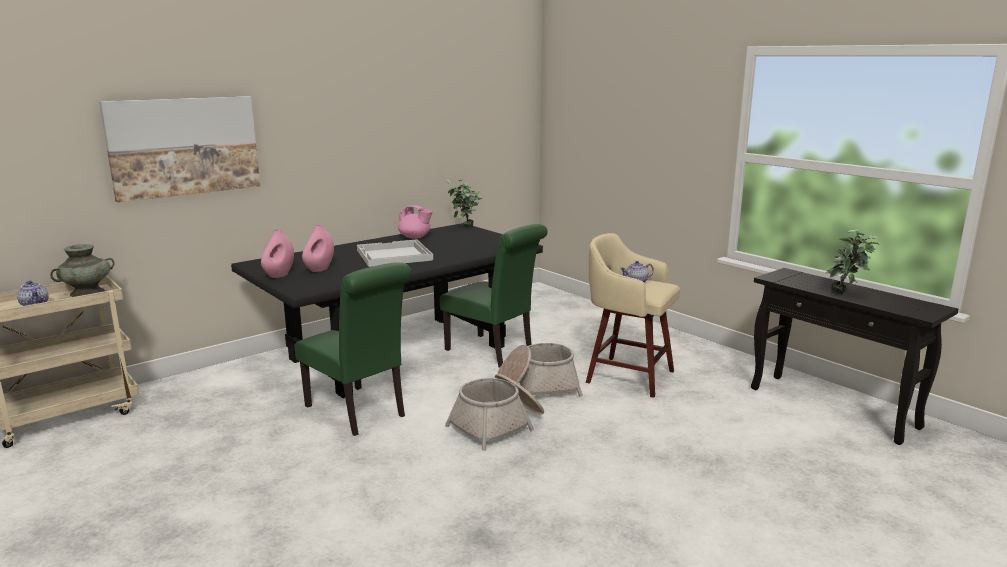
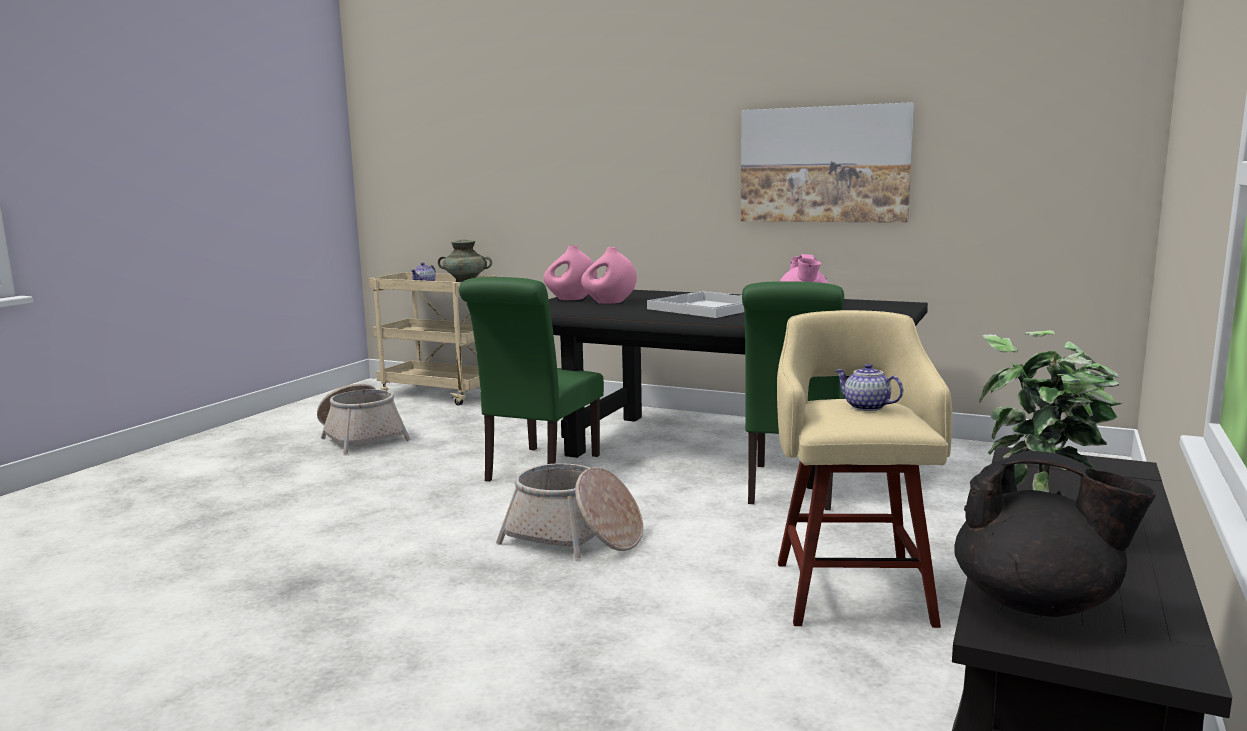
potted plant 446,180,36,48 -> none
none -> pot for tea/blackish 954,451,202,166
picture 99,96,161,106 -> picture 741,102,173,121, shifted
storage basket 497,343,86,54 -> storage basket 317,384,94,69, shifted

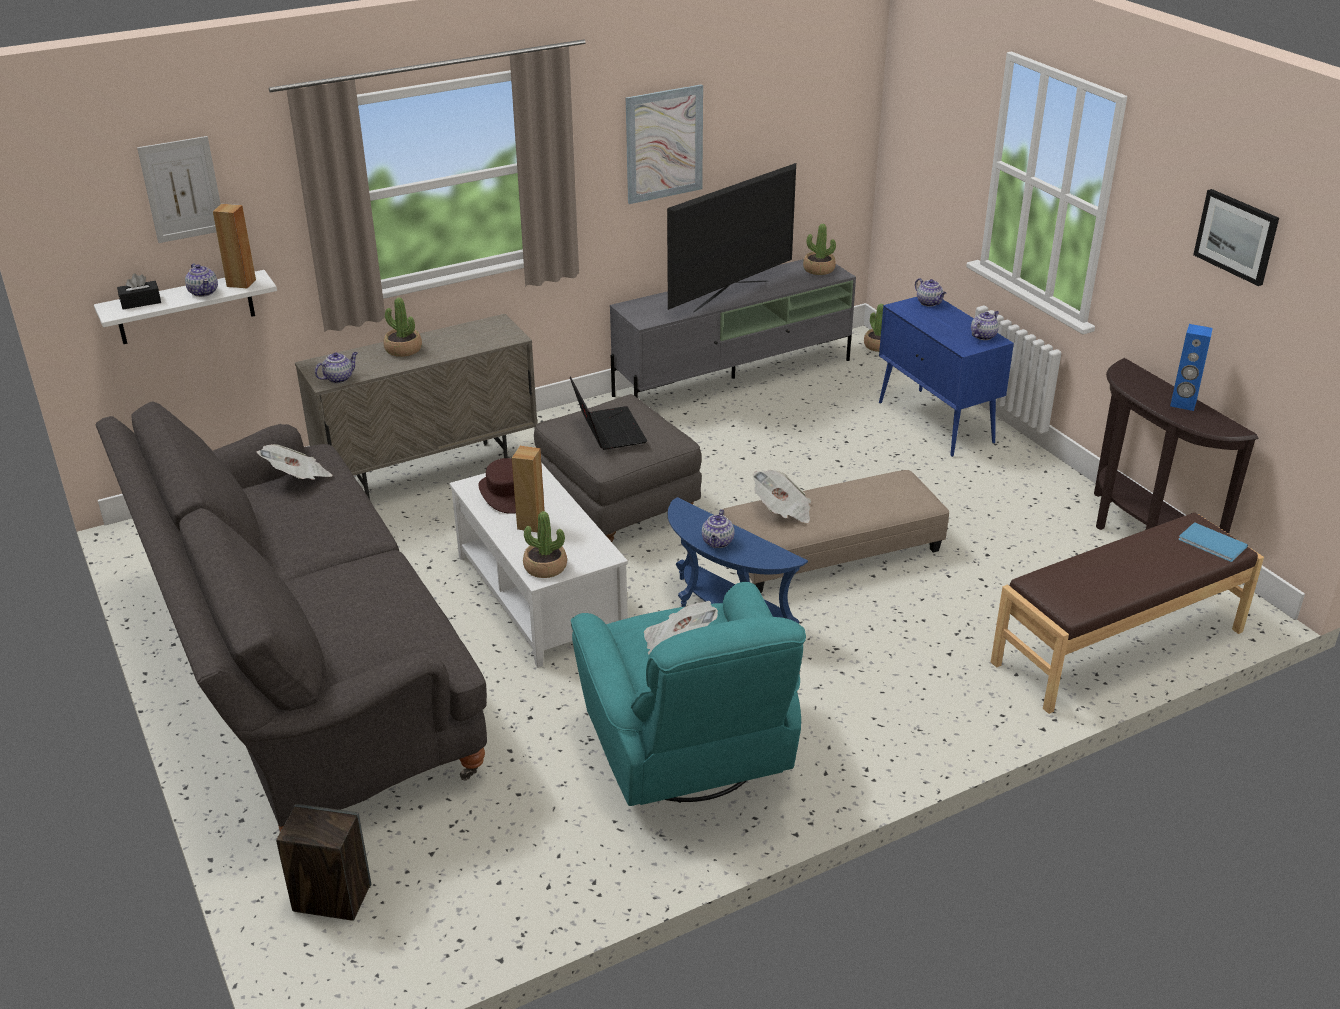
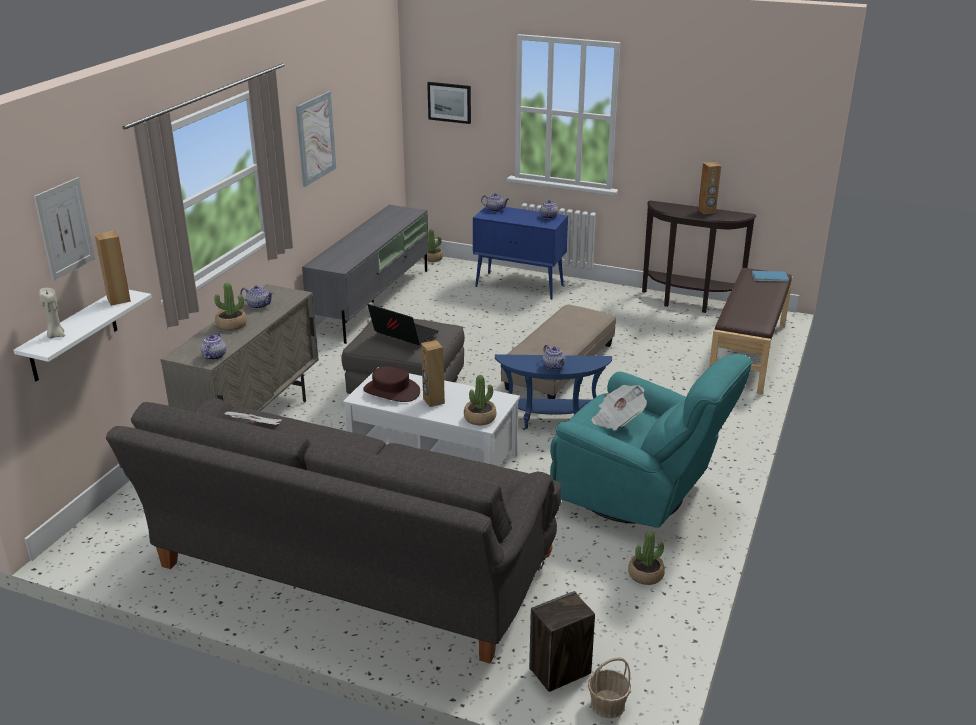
television 667,163,129,149 -> none
daily paper 753,470,58,53 -> none
none -> storage basket 588,657,43,62
pot for tea 185,264,33,33 -> pot for tea 240,285,33,24, shifted
potted plant 803,224,33,51 -> potted plant 628,531,37,54, shifted
picture 1193,189,86,97 -> picture 427,82,44,42, shifted
tissue box/blackish 117,273,44,36 -> wax light/beige 39,288,26,51
loudspeaker/blue 1170,324,43,87 -> loudspeaker/brown-coloured 698,162,23,52

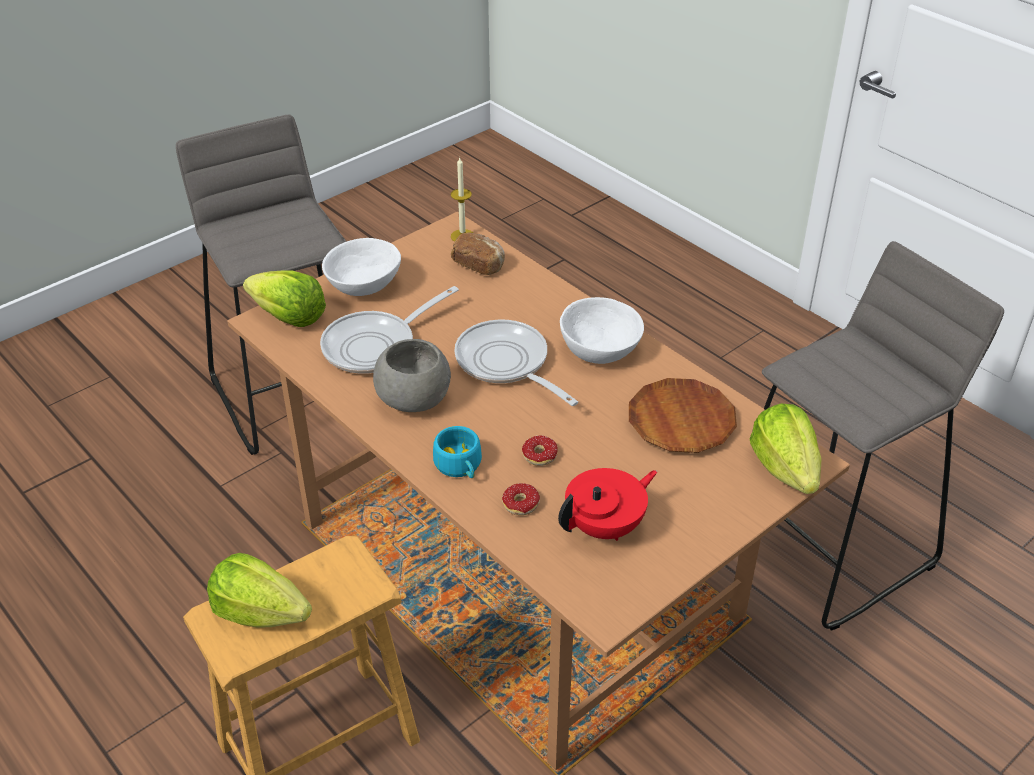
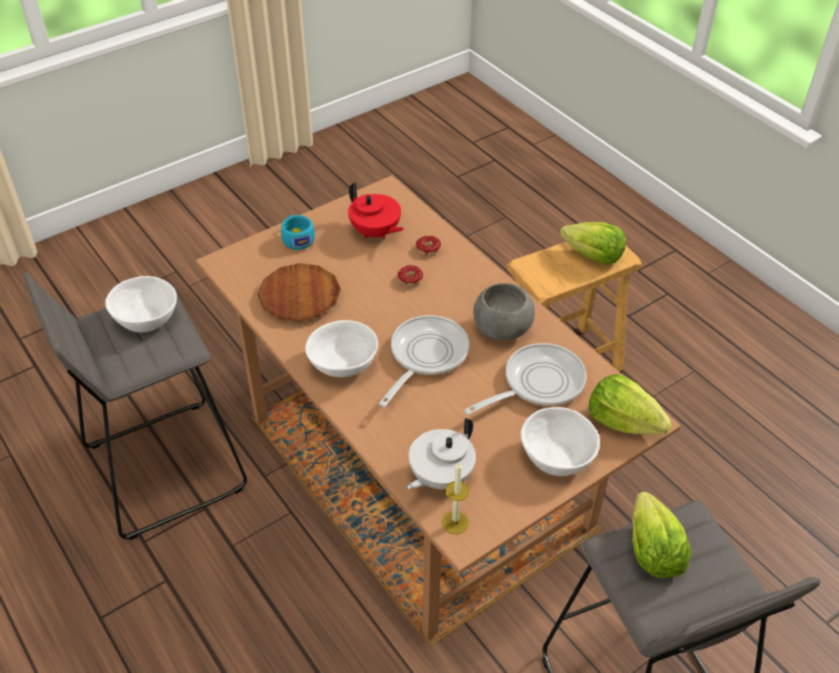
none -> bowl/whitish 105,276,72,56
small cup/turquoise-coloured 433,426,49,52 -> small cup/turquoise-coloured 281,215,34,35, shifted
lettuce 749,404,73,90 -> lettuce 632,492,59,86, shifted
baked bread 451,233,54,42 -> pot for tea/whitish 407,418,69,72
frying pan 454,320,124,86 -> frying pan 379,315,90,92, 120 degrees counterclockwise
pot for tea/red-coloured 558,468,99,73 -> pot for tea/red-coloured 348,182,56,57, 105 degrees counterclockwise

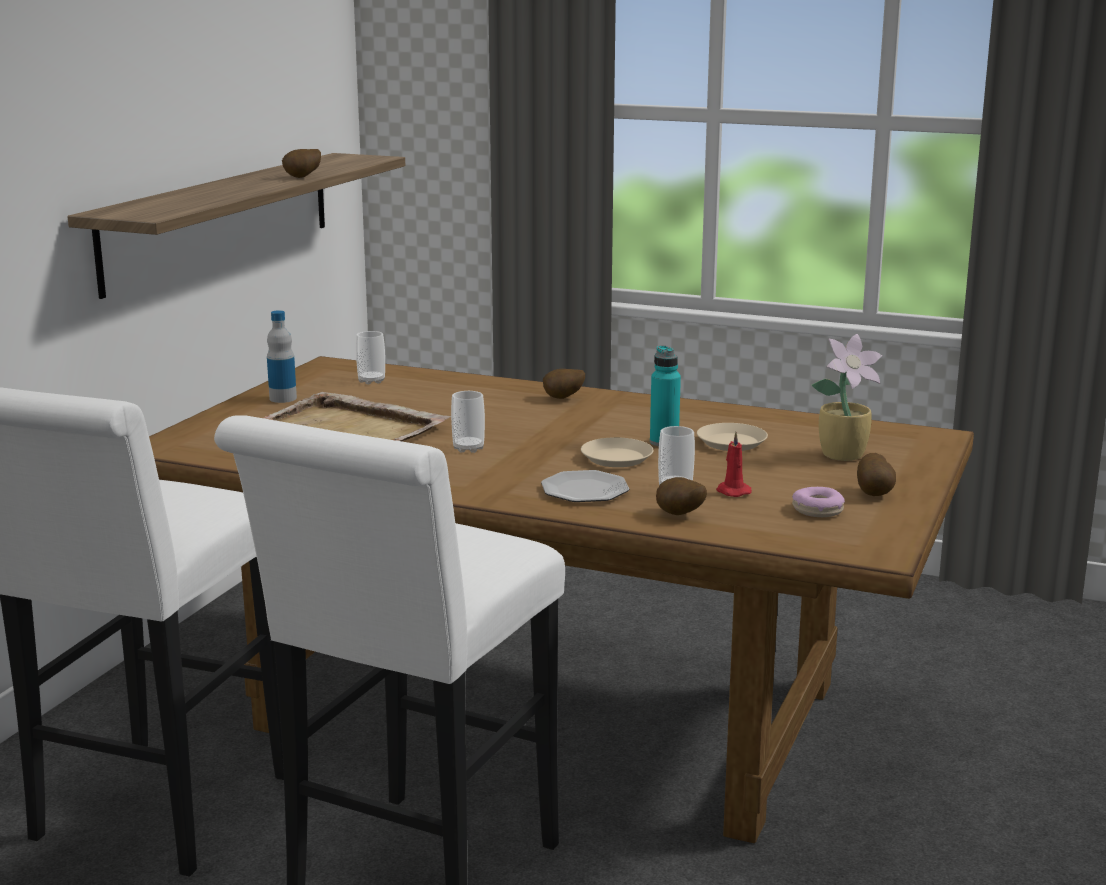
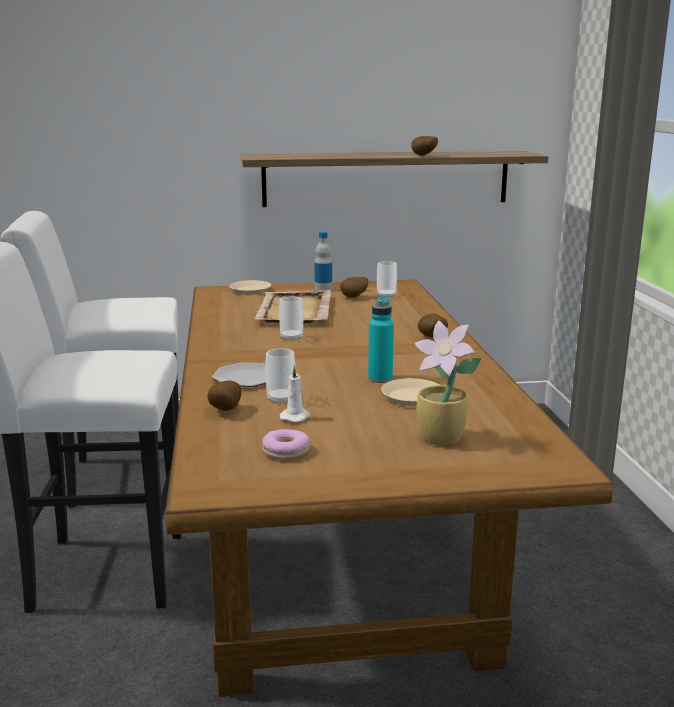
plate/beige 581,437,72,30 -> plate/beige 229,280,42,15, shifted
potato 857,453,39,43 -> potato 340,277,28,21, shifted
wax light/red-coloured 716,432,36,65 -> wax light/whitish 280,365,30,57

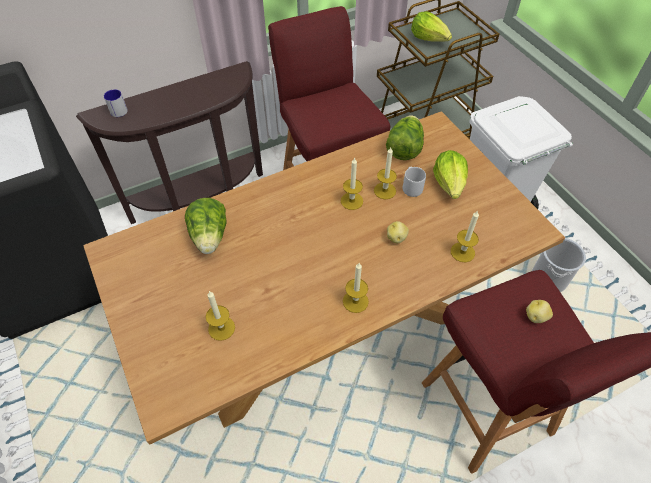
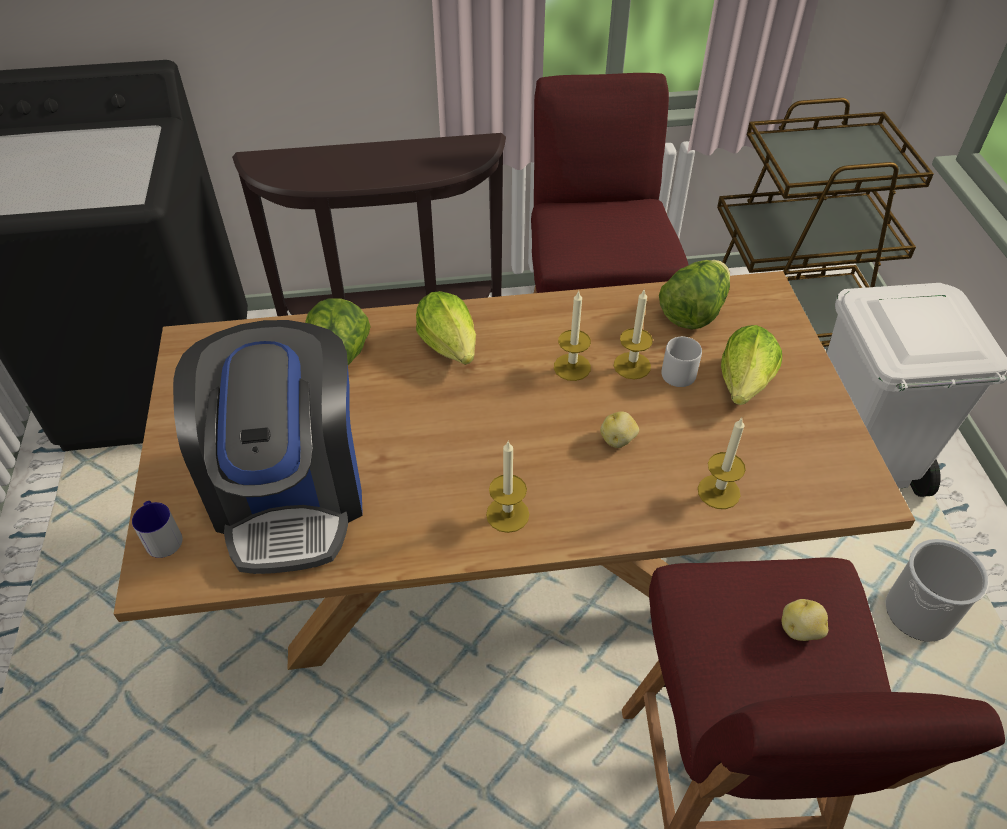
coffee mug 104,89,24,28 -> coffee mug 132,501,51,57, shifted
lettuce 411,11,41,31 -> lettuce 416,291,60,74, shifted
wax light 206,291,29,50 -> coffee machine 173,320,190,254

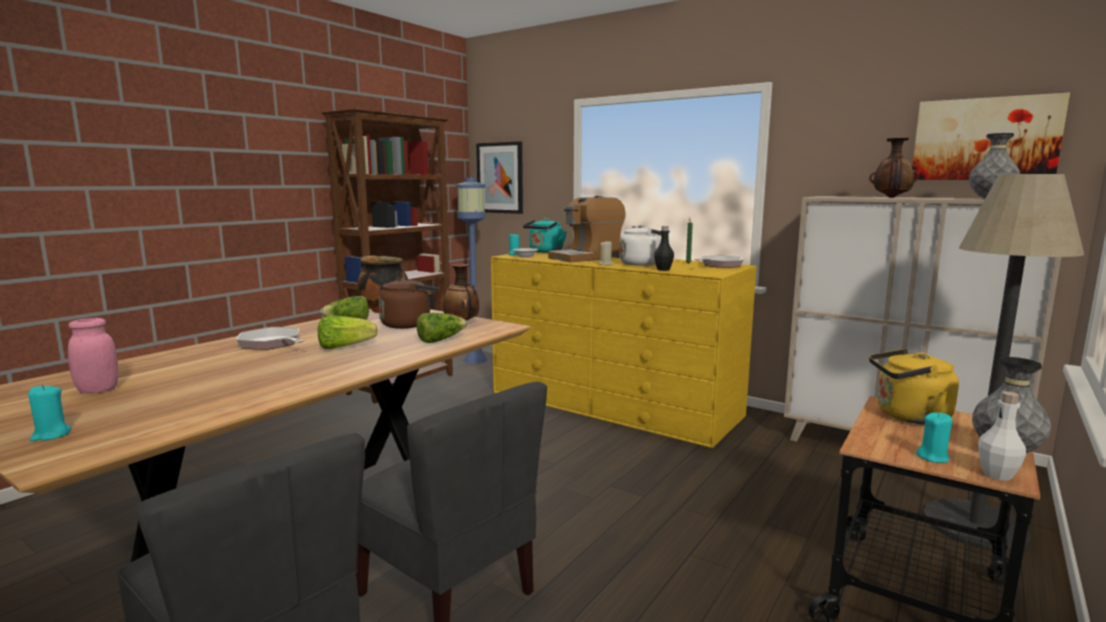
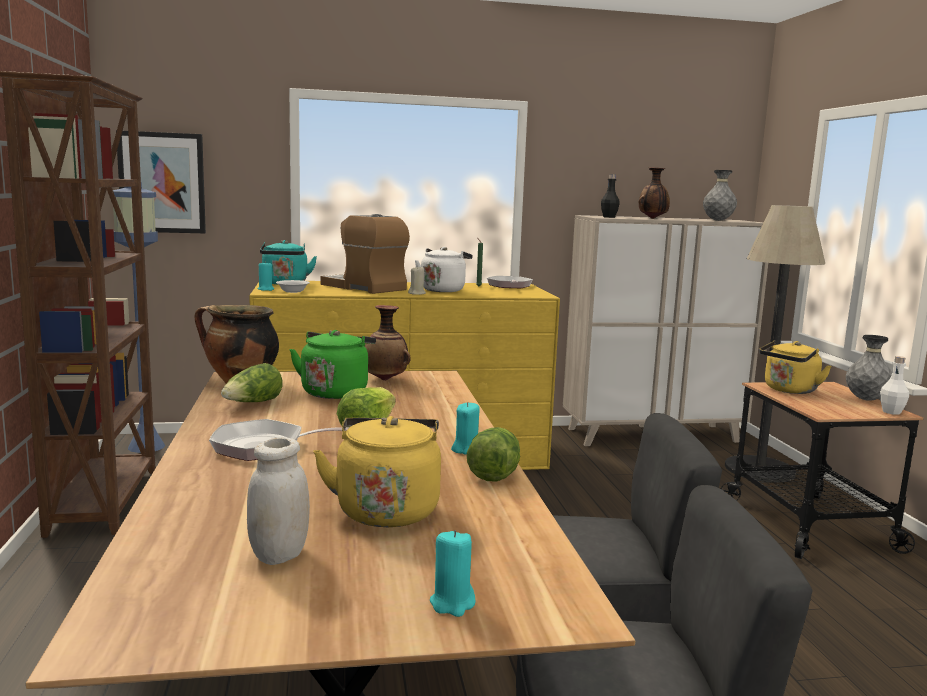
picture 912,93,158,87 -> none
none -> tea kettle/yellowish 313,416,128,111
lettuce 416,313,51,30 -> lettuce 467,427,53,55, shifted
drink bottle/blackish 654,226,20,45 -> drink bottle/blackish 601,174,19,44, shifted
wax light/turquoise-coloured 916,412,36,51 -> wax light/turquoise-coloured 451,402,29,52, shifted
storage jar/pink 68,318,50,75 -> storage jar/whitish 247,437,63,128
tea kettle/brown-coloured 378,277,59,52 -> tea kettle/greenish 290,330,86,69
coffee machine 548,196,78,67 -> coffee machine 321,214,89,80, 120 degrees clockwise

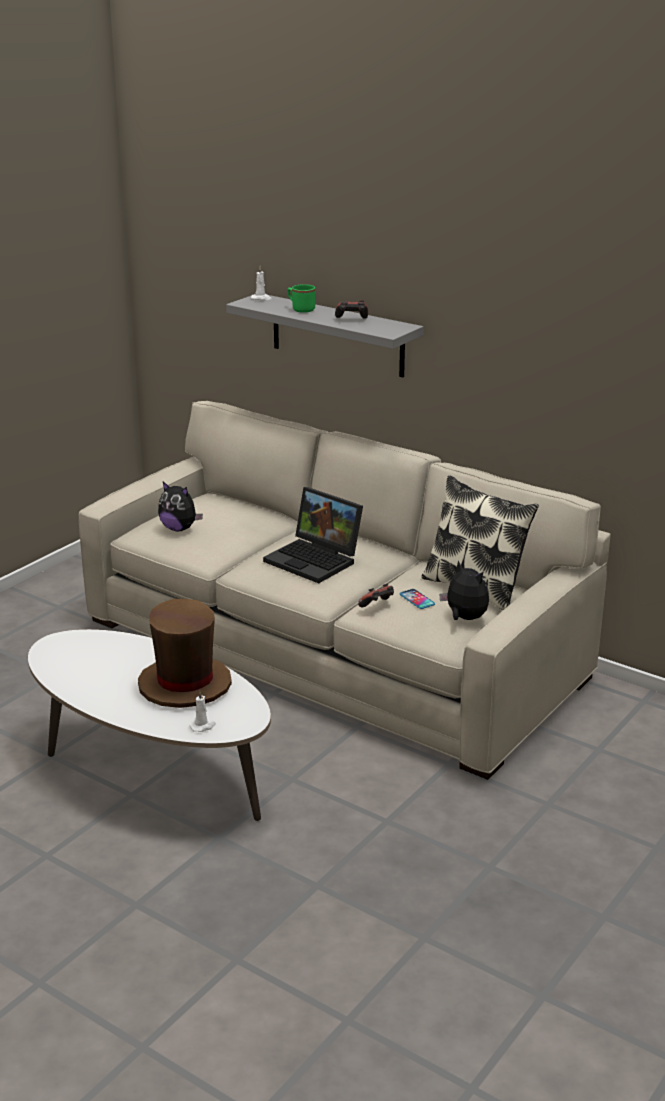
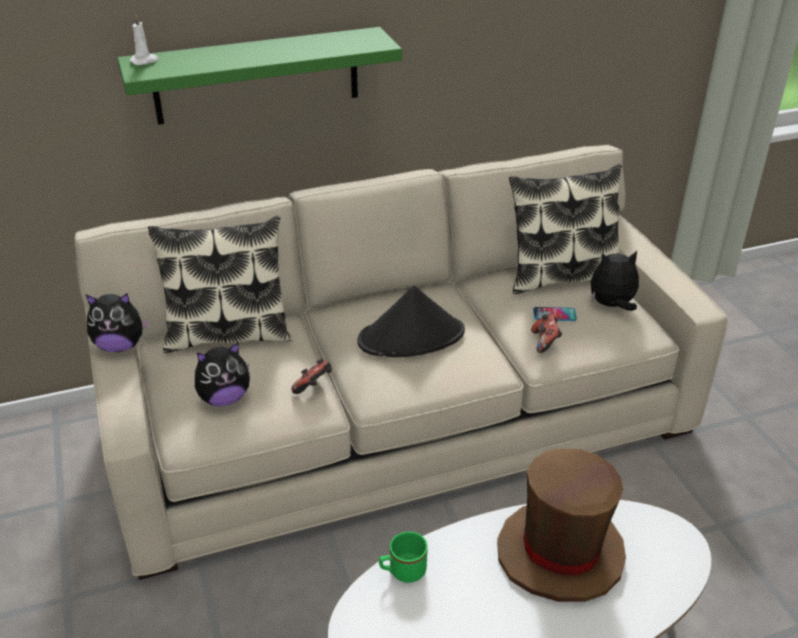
wax light/whitish 190,691,26,41 -> none
none -> soft toy 85,294,65,58
none -> throw pillow 148,216,144,137
coffee mug/greenish 288,284,28,29 -> coffee mug/greenish 379,532,49,51, shifted
game controller 335,300,33,18 -> game controller 291,359,41,35, shifted
laptop 263,487,100,96 -> wearable hat/blackish 357,285,108,72
shelf/gray 226,295,197,82 -> shelf/greenish 117,27,285,98

